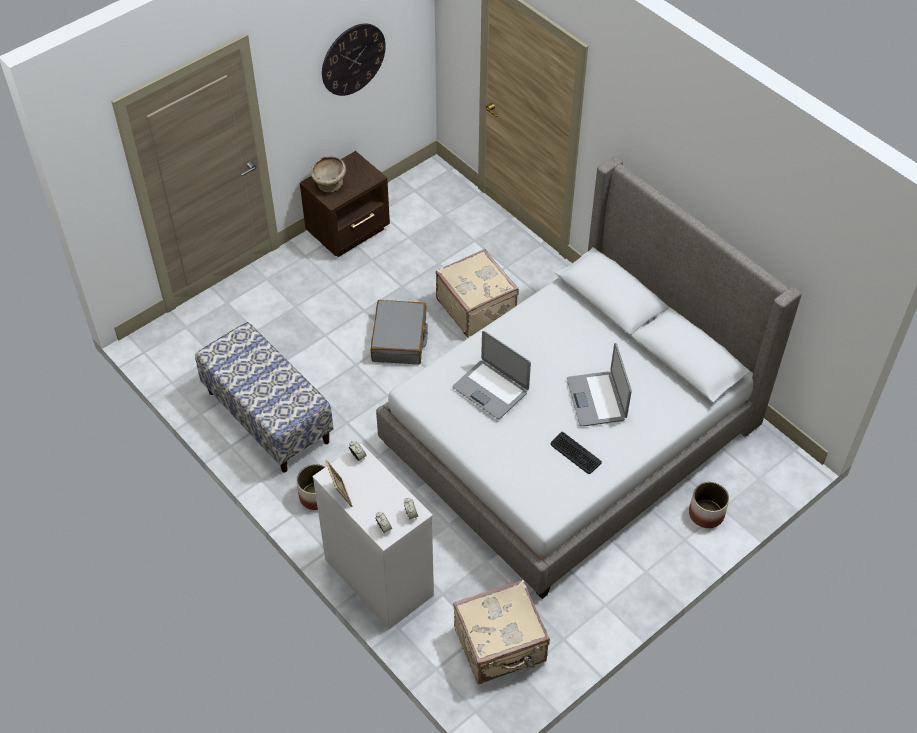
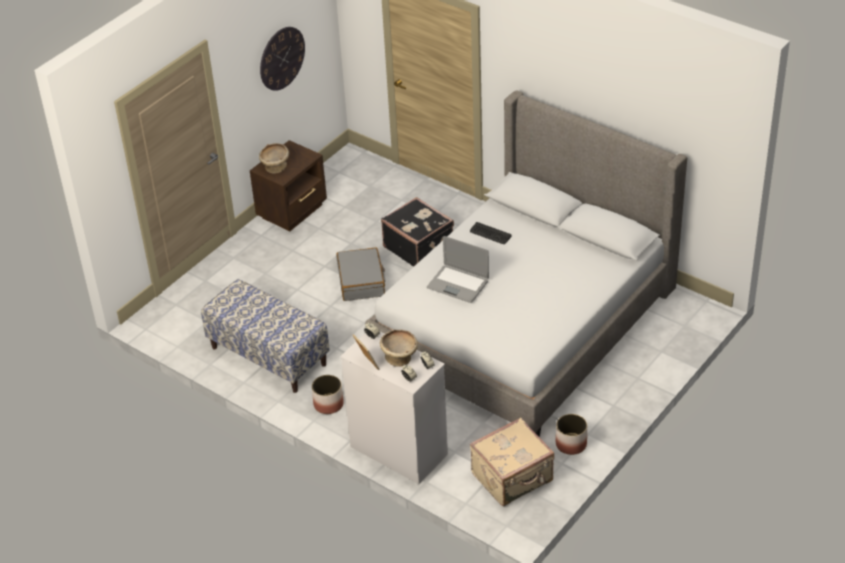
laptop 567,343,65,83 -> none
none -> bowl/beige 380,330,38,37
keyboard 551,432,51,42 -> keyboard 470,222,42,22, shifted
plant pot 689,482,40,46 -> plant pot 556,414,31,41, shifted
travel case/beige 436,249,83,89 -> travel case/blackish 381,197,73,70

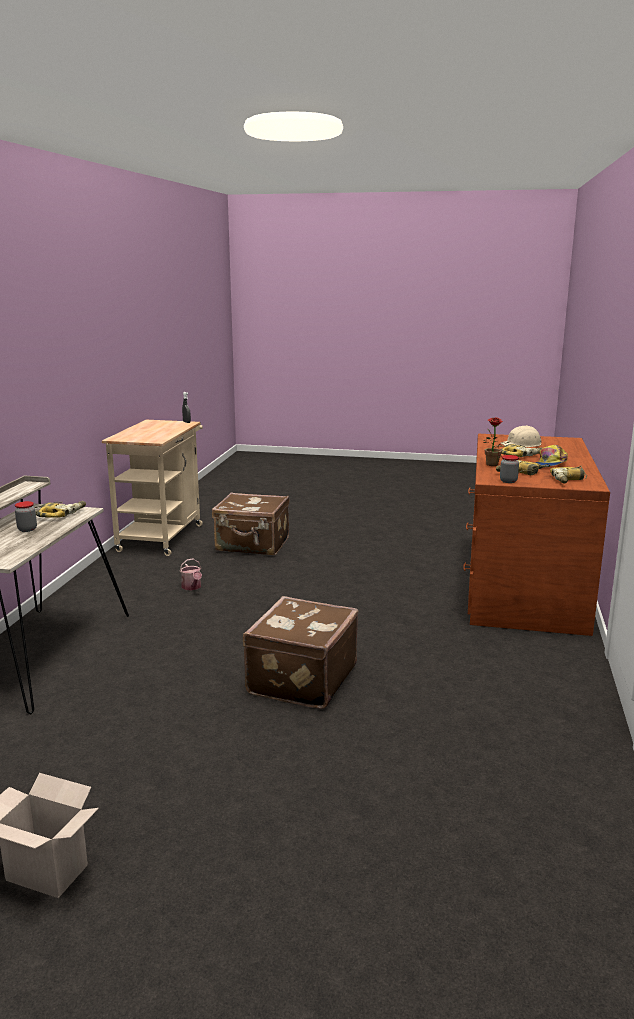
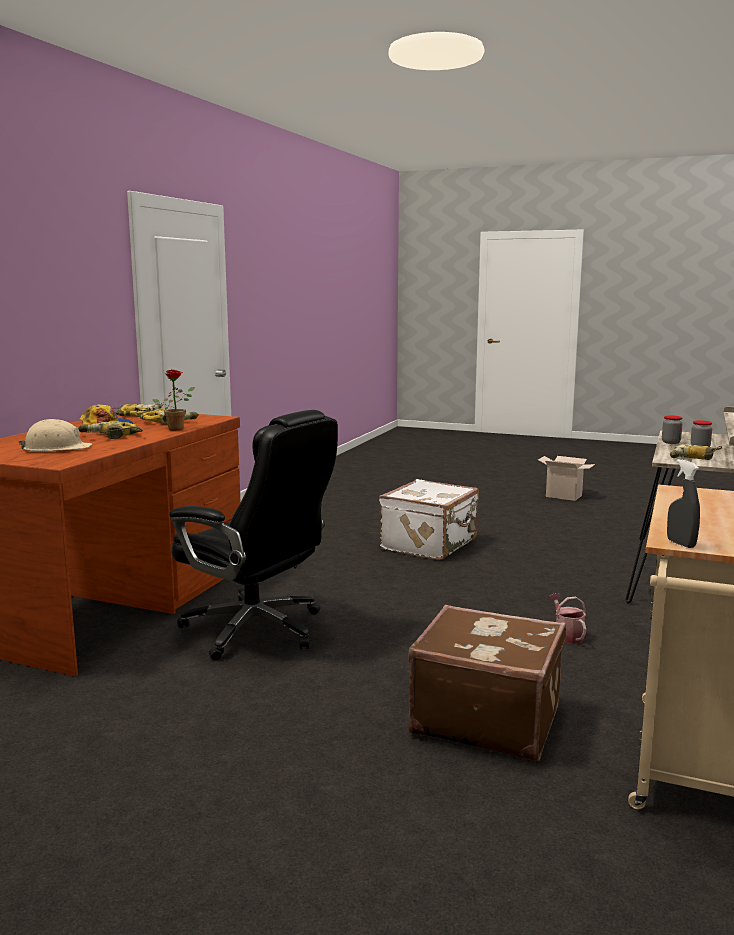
none -> computer chair/blackish 169,410,169,251
storage jar 500,455,19,28 -> storage jar 662,415,21,29, shifted
travel case/brown-coloured 243,596,115,113 -> travel case/whitish 379,479,100,81

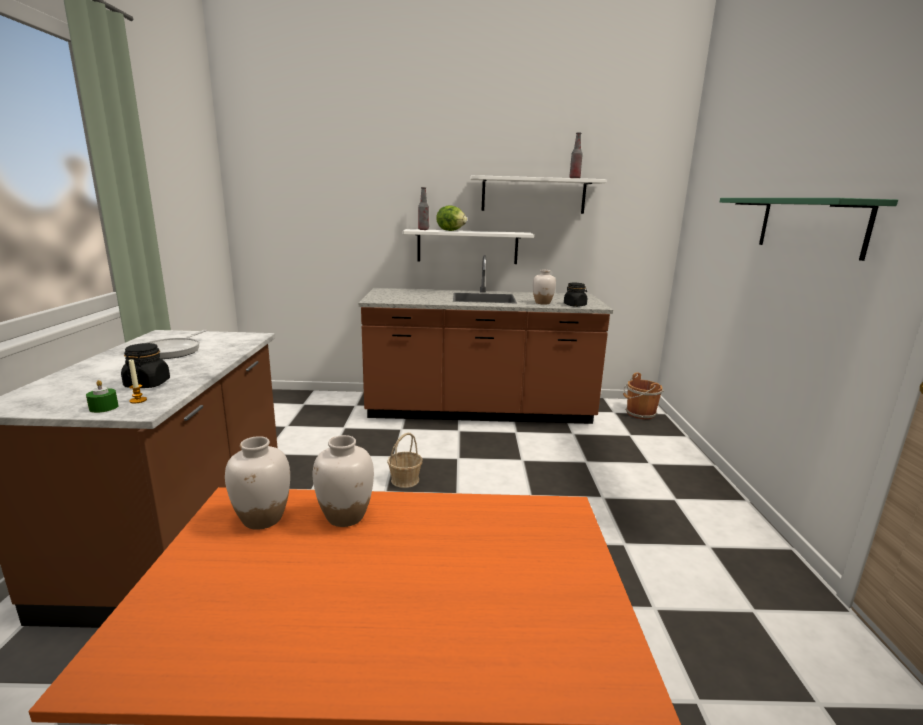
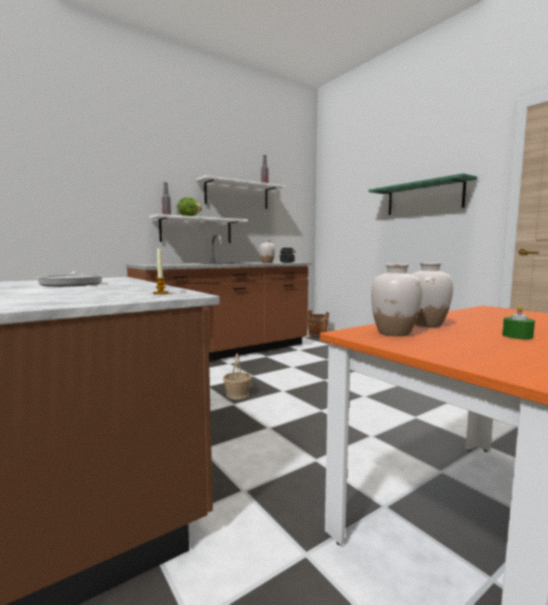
storage jar/blackish 121,343,49,45 -> none
wax light/greenish 86,380,33,33 -> wax light/greenish 502,305,33,34, shifted

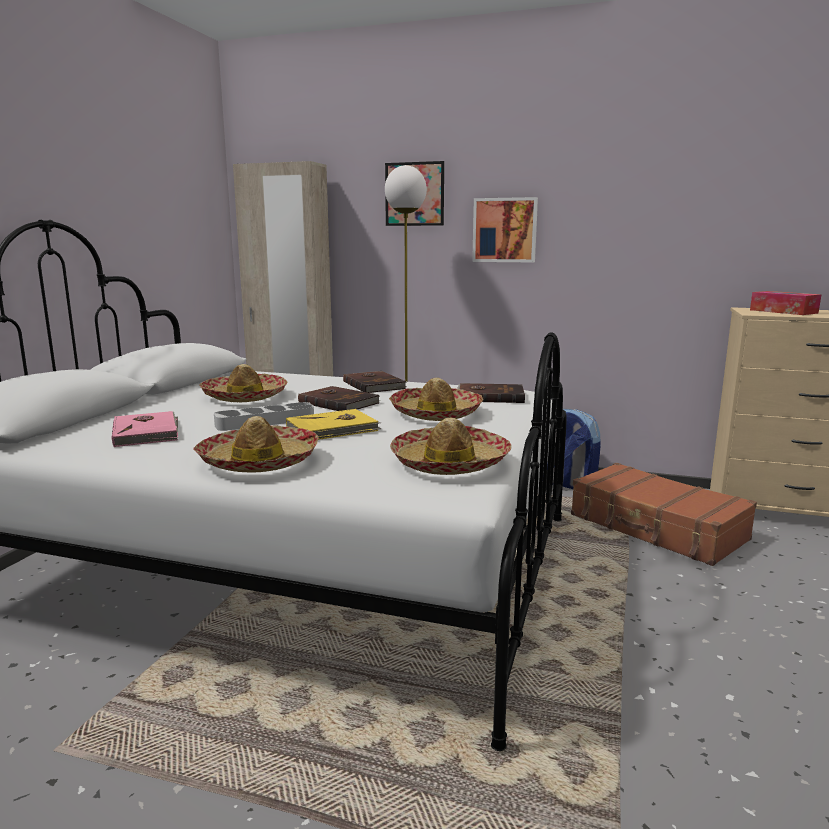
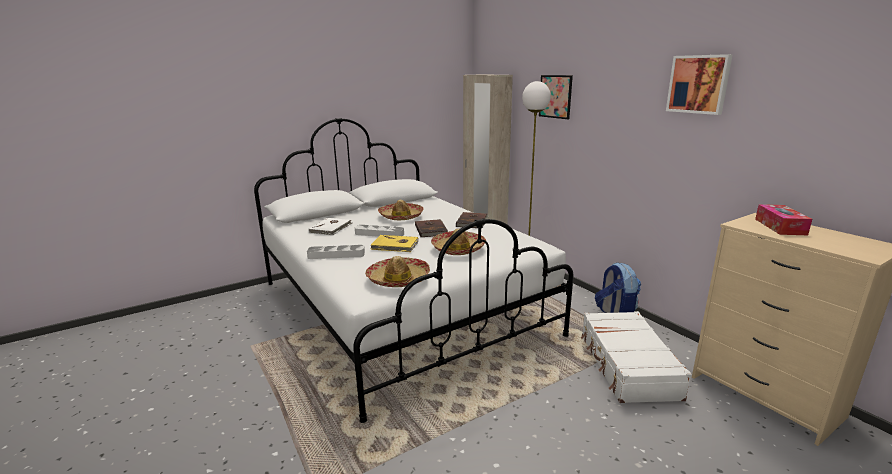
bound book/brown-coloured 457,383,68,20 -> none
picture 472,197,66,66 -> picture 666,54,67,61, shifted
wearable hat 193,416,126,57 -> serving tray/gray 307,245,58,14
bound book/pink 111,411,67,36 -> bound book/whitish 308,218,44,18
travel case/brown-coloured 571,463,186,103 -> travel case/whitish 581,311,111,92

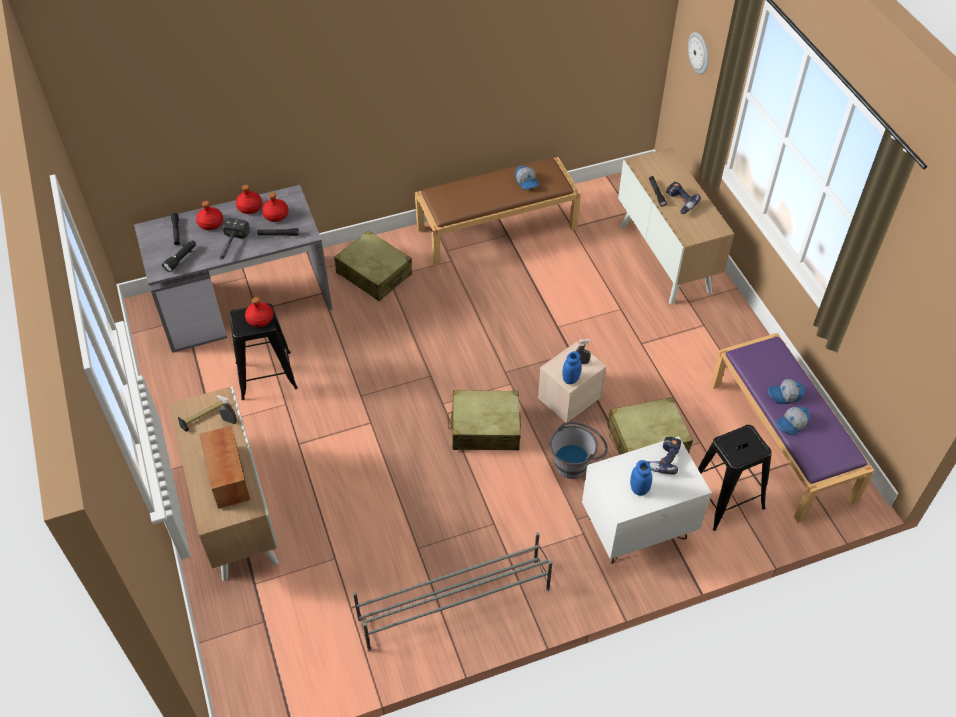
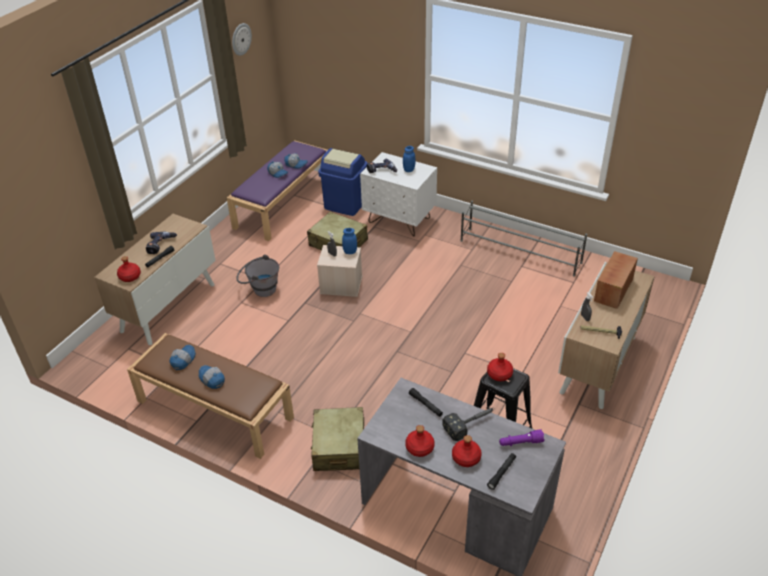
travel case/beige 447,390,74,60 -> none
none -> baseball cap 199,365,26,24
drink bottle/red-coloured 262,192,27,30 -> drink bottle/red-coloured 117,256,24,26, shifted
pail/gray 550,422,58,57 -> pail/gray 236,254,43,43, shifted
wall clock 688,32,20,42 -> wall clock 232,23,20,33, shifted
stool/blackish 698,425,74,106 -> trash can/blue 318,148,49,68
flashlight/blackish 162,241,34,31 -> flashlight/purple 499,429,46,17

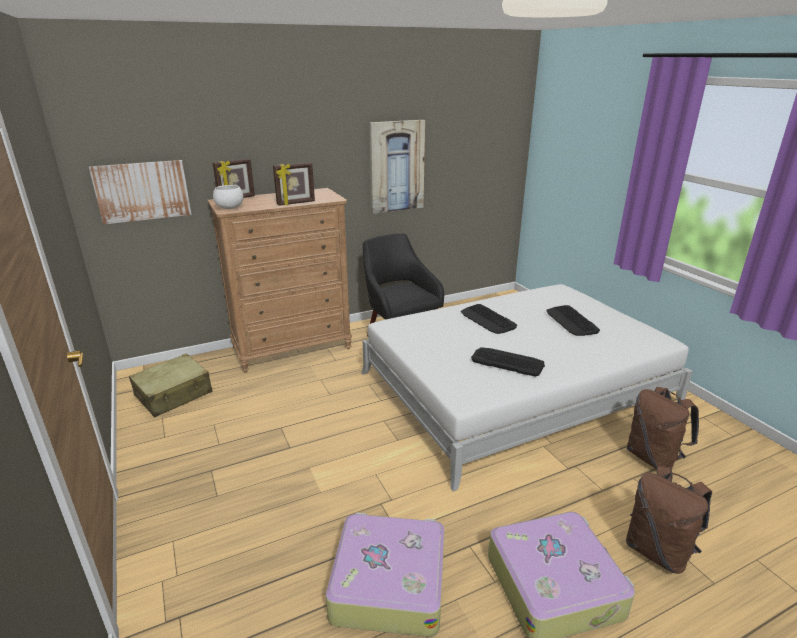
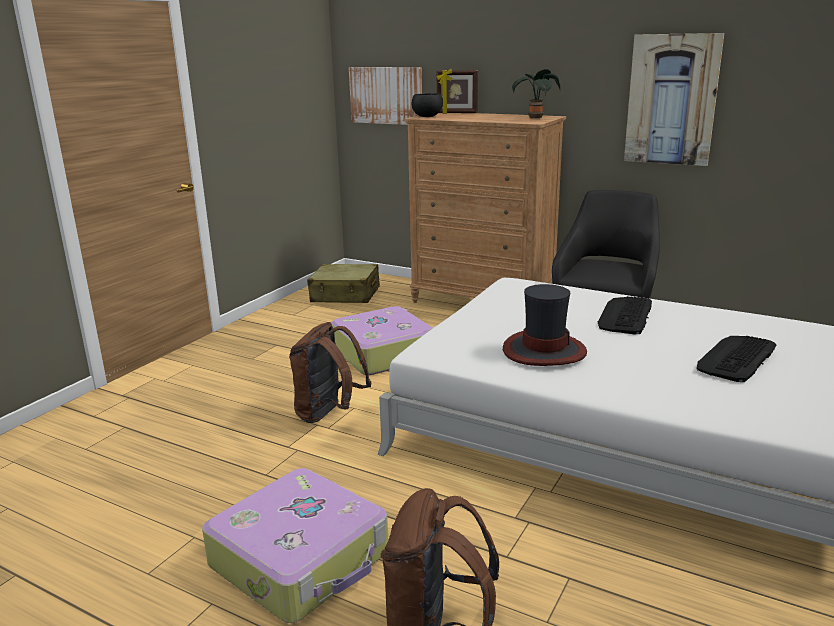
photo frame 273,162,42,44 -> none
none -> potted plant 512,69,48,50
travel case 326,512,119,125 -> travel case 331,306,103,69, shifted
knapsack/brown-coloured 627,387,72,83 -> knapsack/brown-coloured 289,322,82,101, shifted
keyboard 471,347,74,30 -> wearable hat 503,284,84,82
bowl/whitish 213,185,30,24 -> bowl/blackish 411,93,32,24

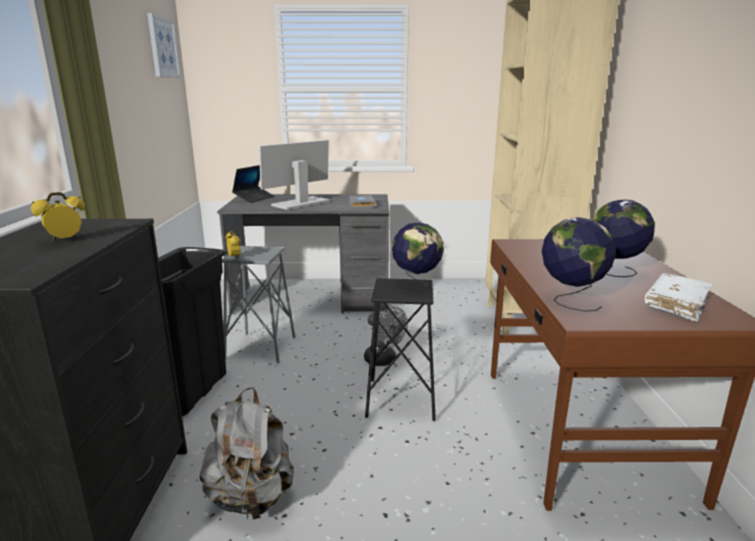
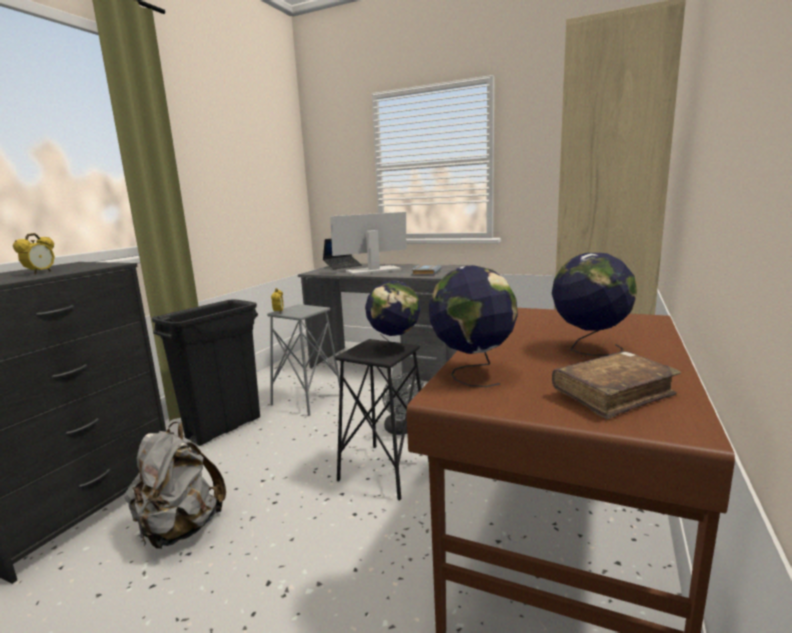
picture 147,13,34,65 -> none
bound book/whitish 645,273,67,49 -> bound book/brown-coloured 552,351,129,68
table clock 31,192,54,49 -> table clock 13,233,42,41, 120 degrees clockwise

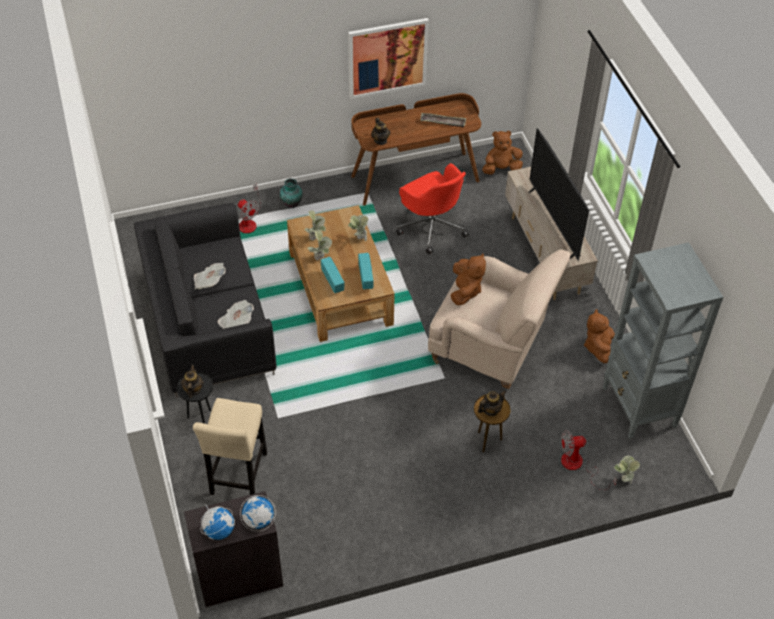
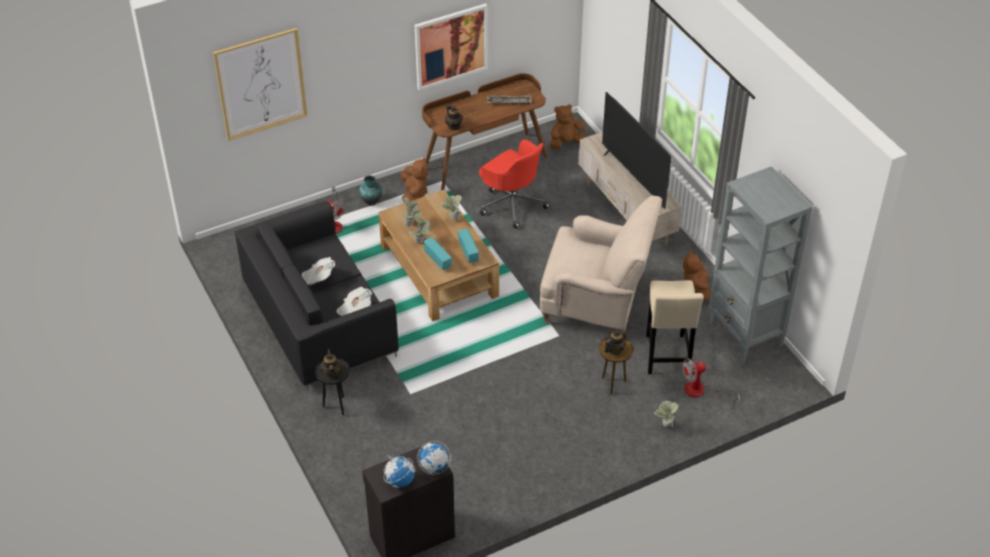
none -> picture 213,28,94,113
stool/beige 193,398,74,97 -> stool/beige 646,280,58,94, shifted
soft toy/brown-coloured 451,253,35,53 -> soft toy/brown-coloured 401,157,27,46, shifted
potted plant 614,456,26,28 -> potted plant 654,401,24,26, shifted

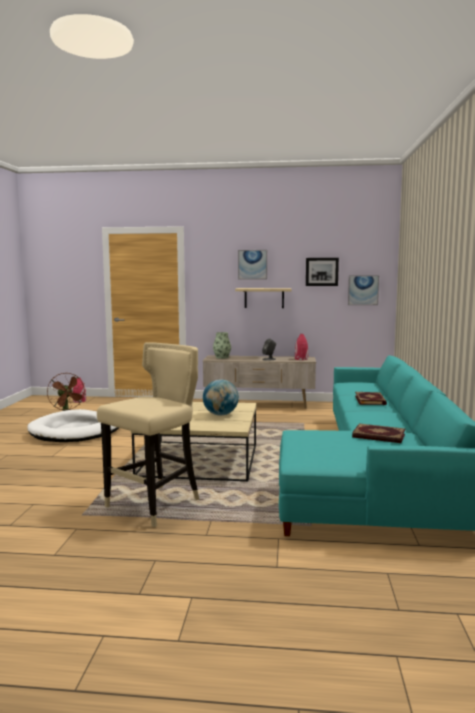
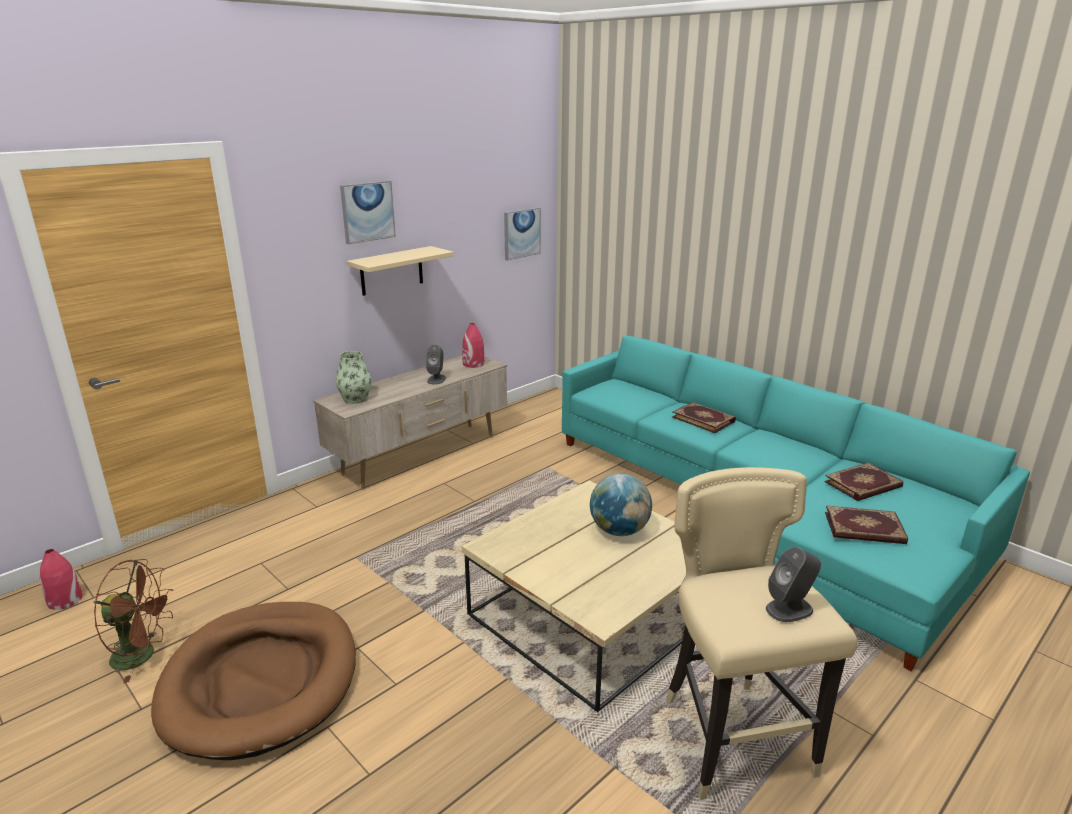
picture 306,258,33,28 -> none
none -> loudspeaker/gray 766,547,55,75
none -> bound book 825,506,83,38
dog bed/whitish 27,409,92,33 -> dog bed/brown-coloured 151,602,205,158

